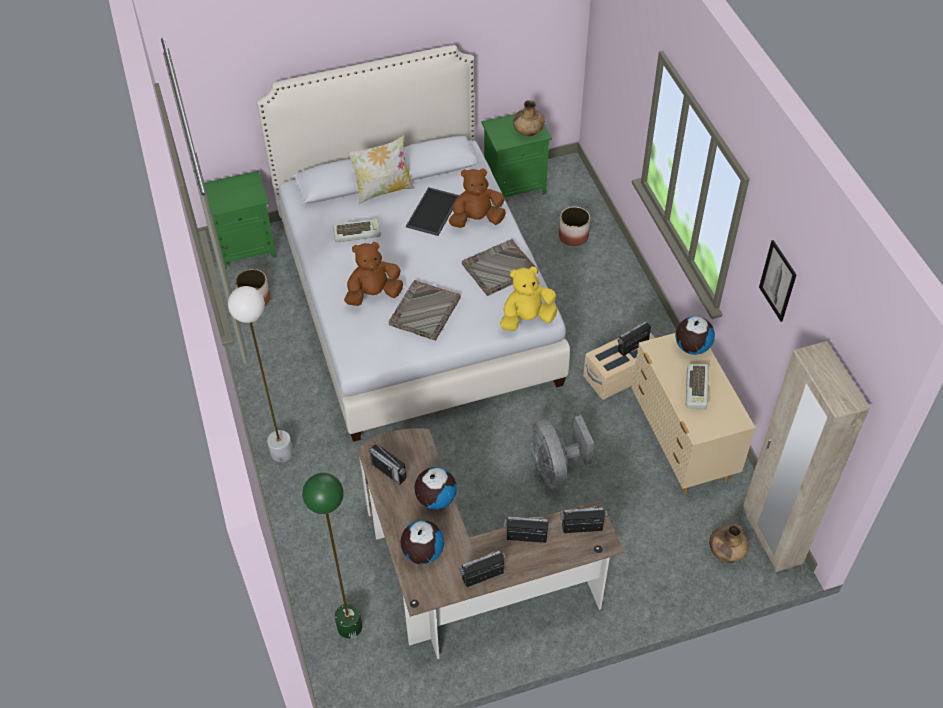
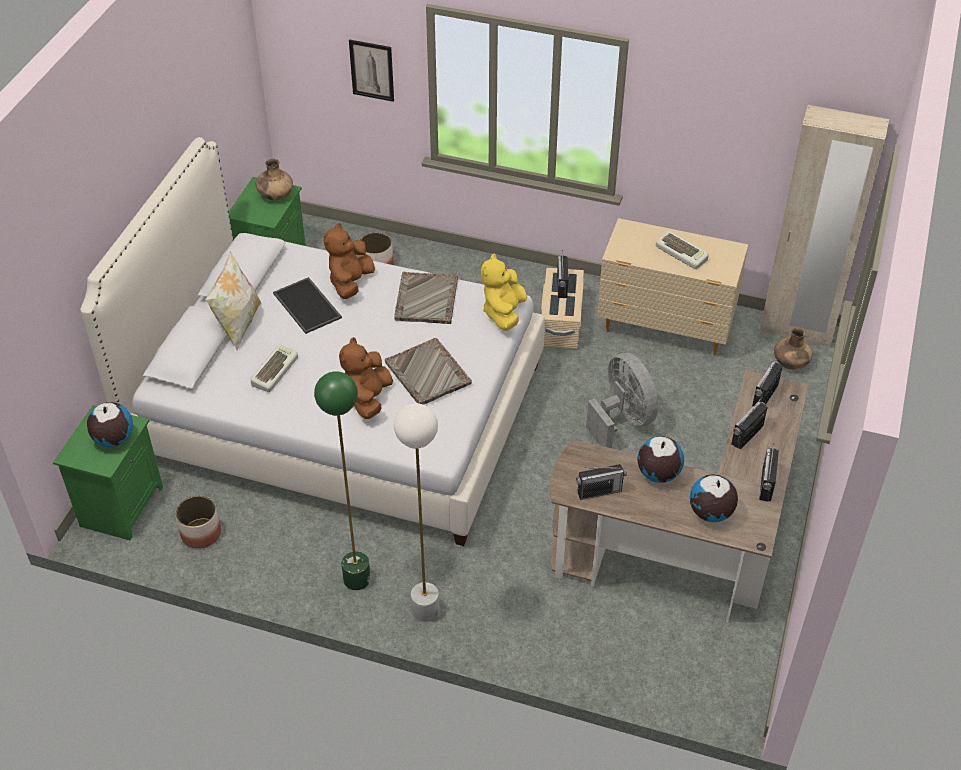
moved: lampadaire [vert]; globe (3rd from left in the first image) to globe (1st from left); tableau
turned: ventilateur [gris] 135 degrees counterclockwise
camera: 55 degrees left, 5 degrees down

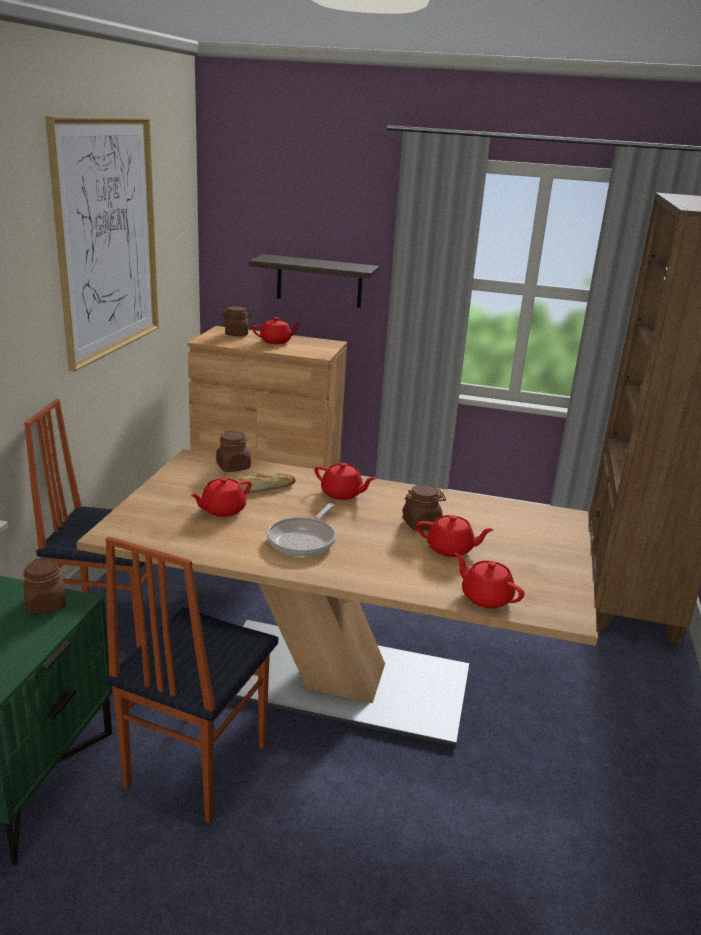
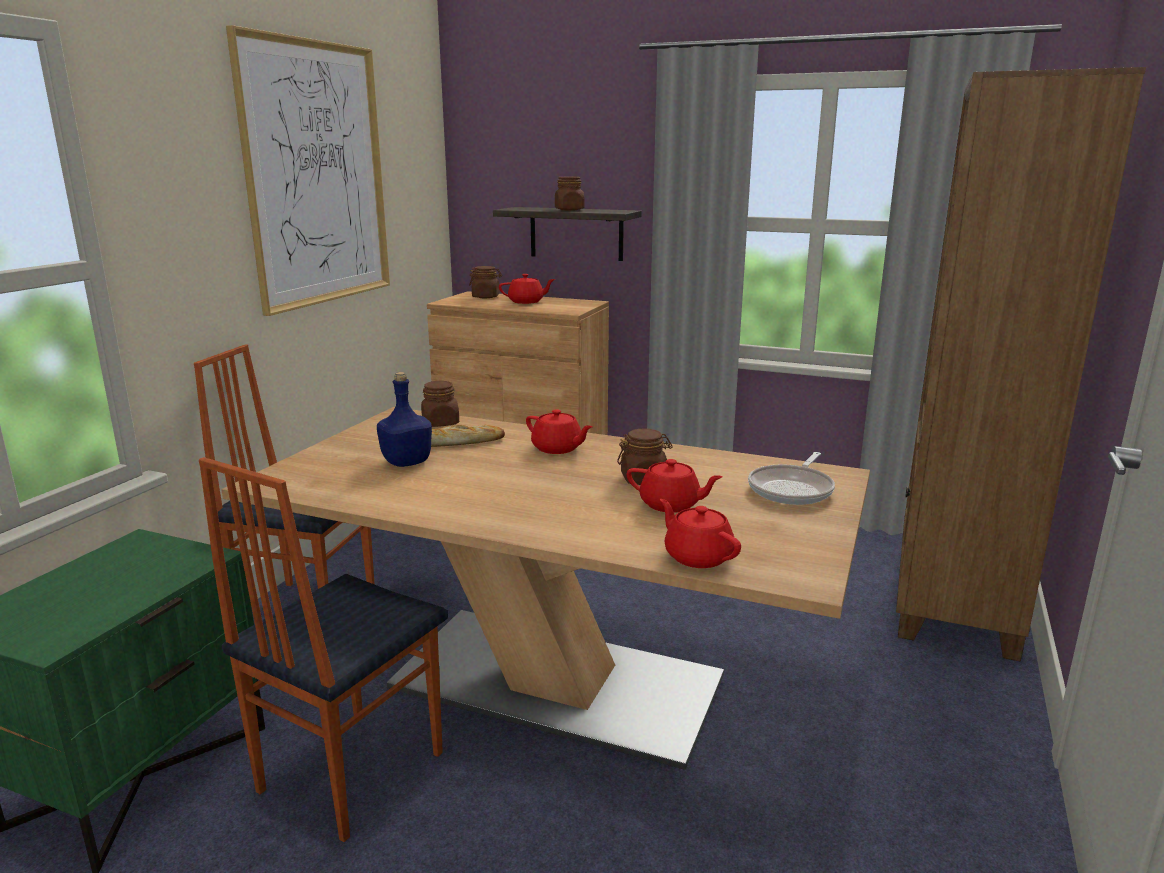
moved: bocal [marron] (1st from left in the first image) to bocal [marron] (3rd from left); poêle
replaced: théière [rouge] (1st from left) to bouteille [bleu]
camera: 10 degrees right, 5 degrees down

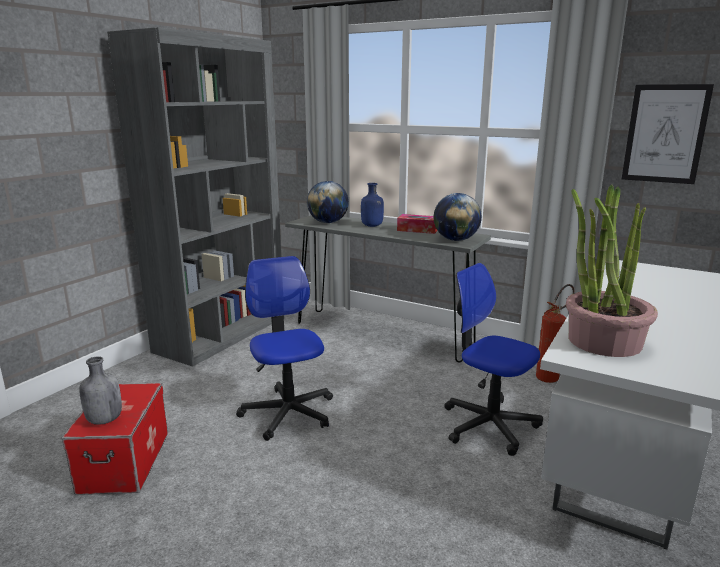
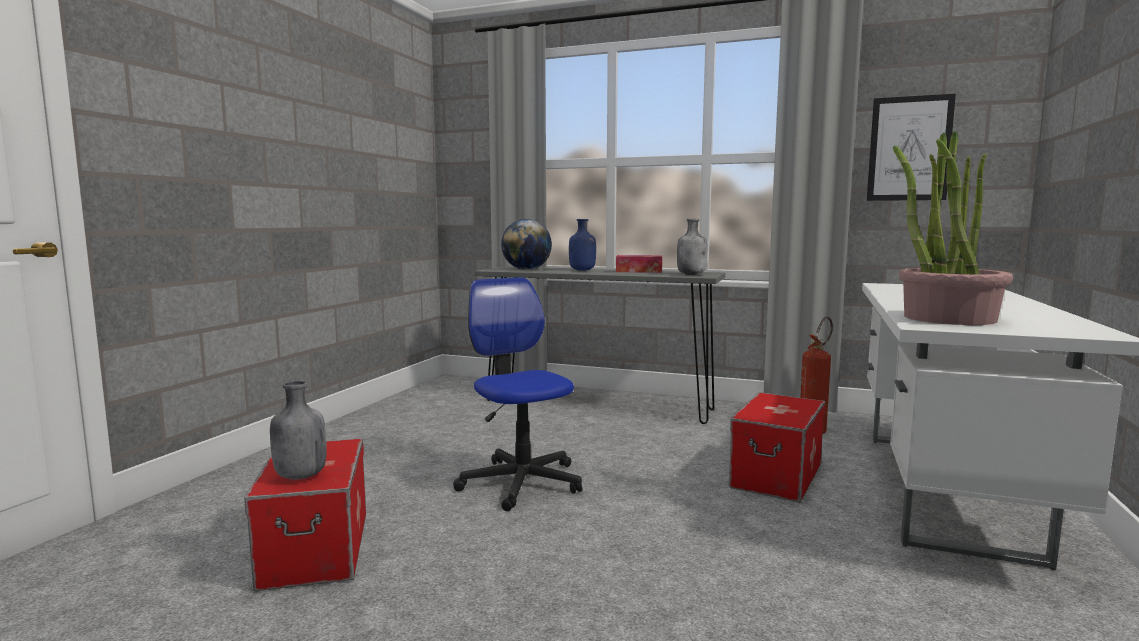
removed: bibliothèque [gris]
replaced: globe (2nd from left) to bouteille [gris] (2nd from left); chaise de bureau (2nd from left) to boîte de rangement (2nd from left)
camera: 10 degrees left, 10 degrees down

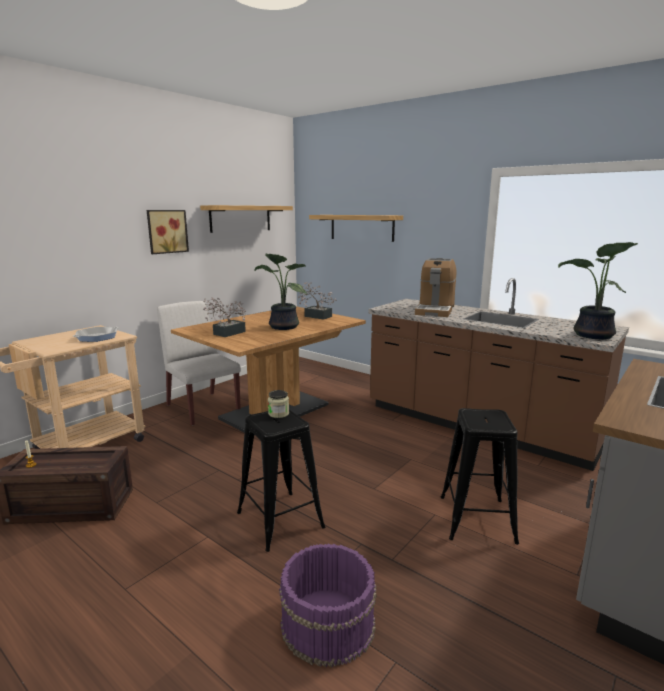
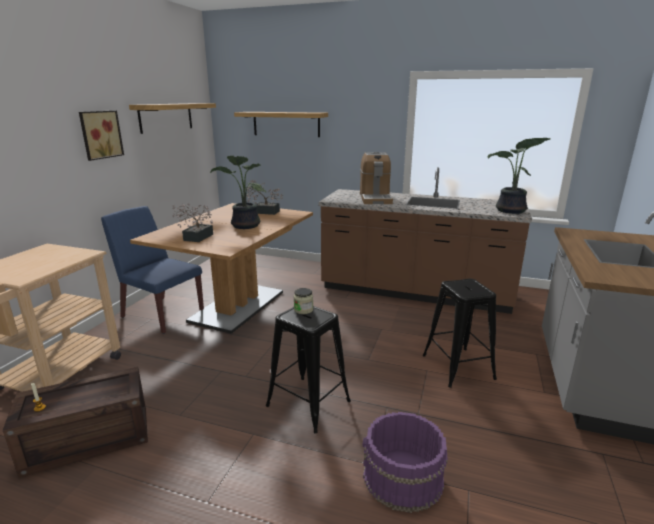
removed: poêle
recoloured: chaise [blanc] to chaise [bleu]
camera: 20 degrees left, 5 degrees up

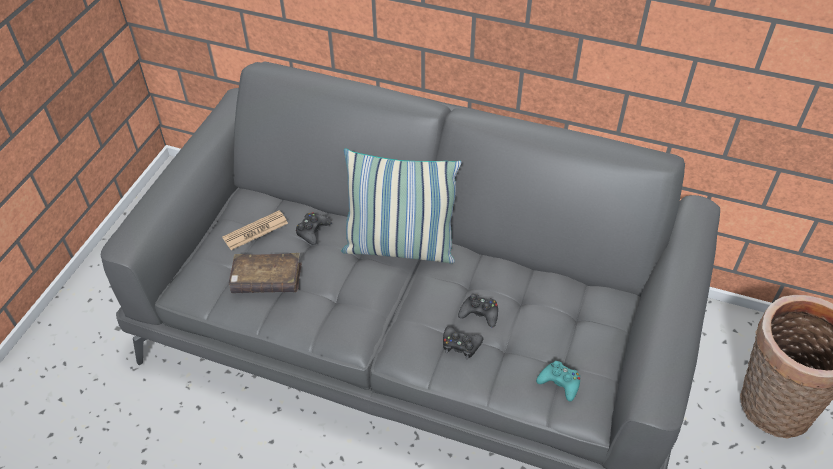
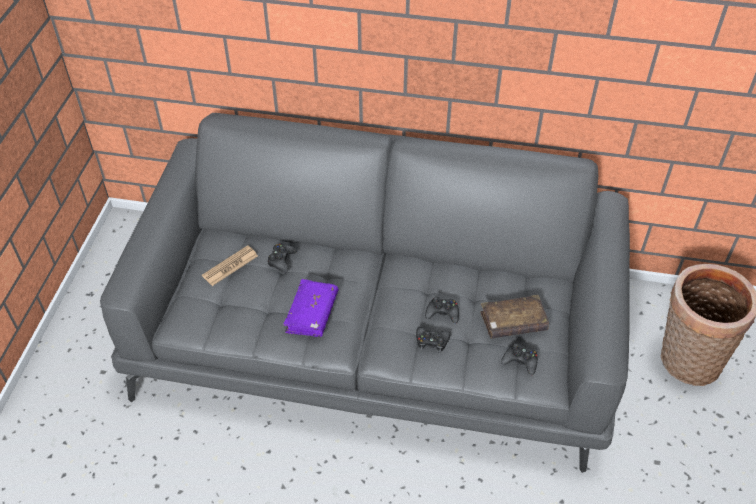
removed: coussin
added: livre [violet]
moved: livre [marron]
recoloured: manette [turquoise] to manette [noir] (4th from left)
camera: 10 degrees left, 0 degrees up

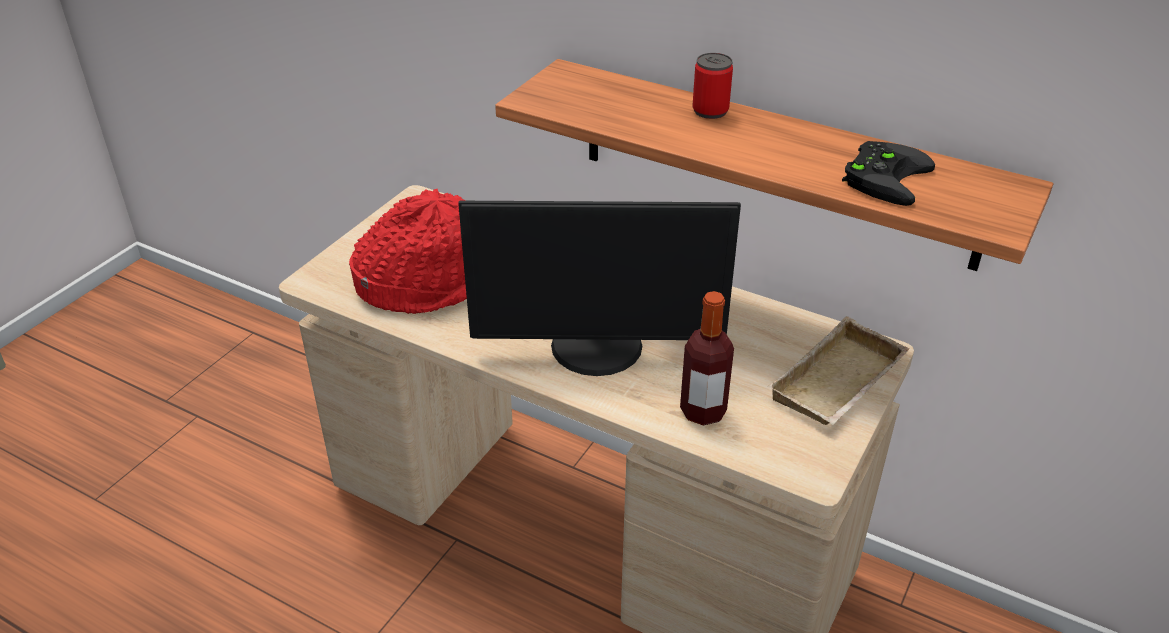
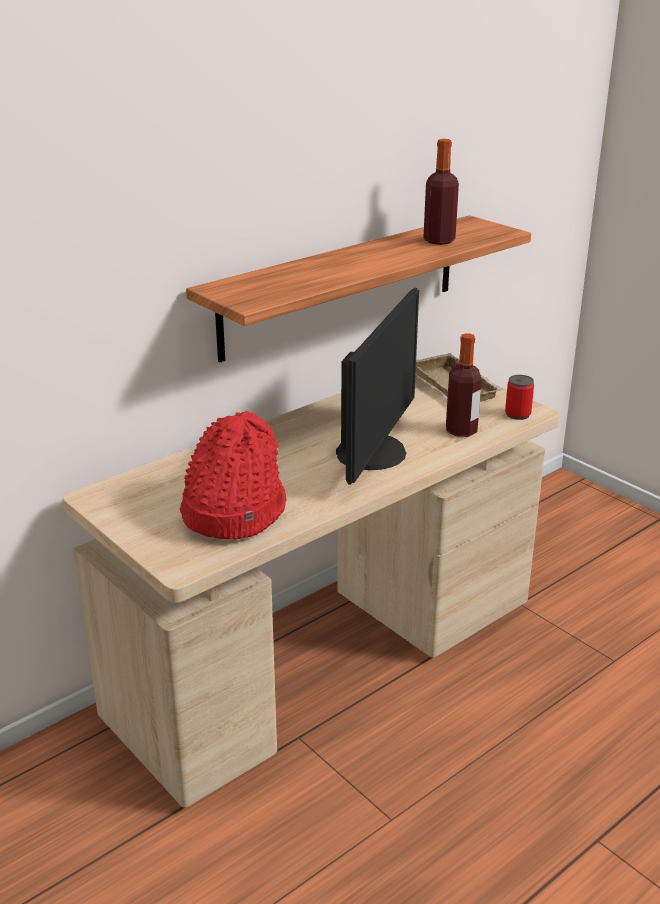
moved: boîte métallique
replaced: manette [noir] to bouteille (1st from left)
camera: 70 degrees left, 10 degrees down

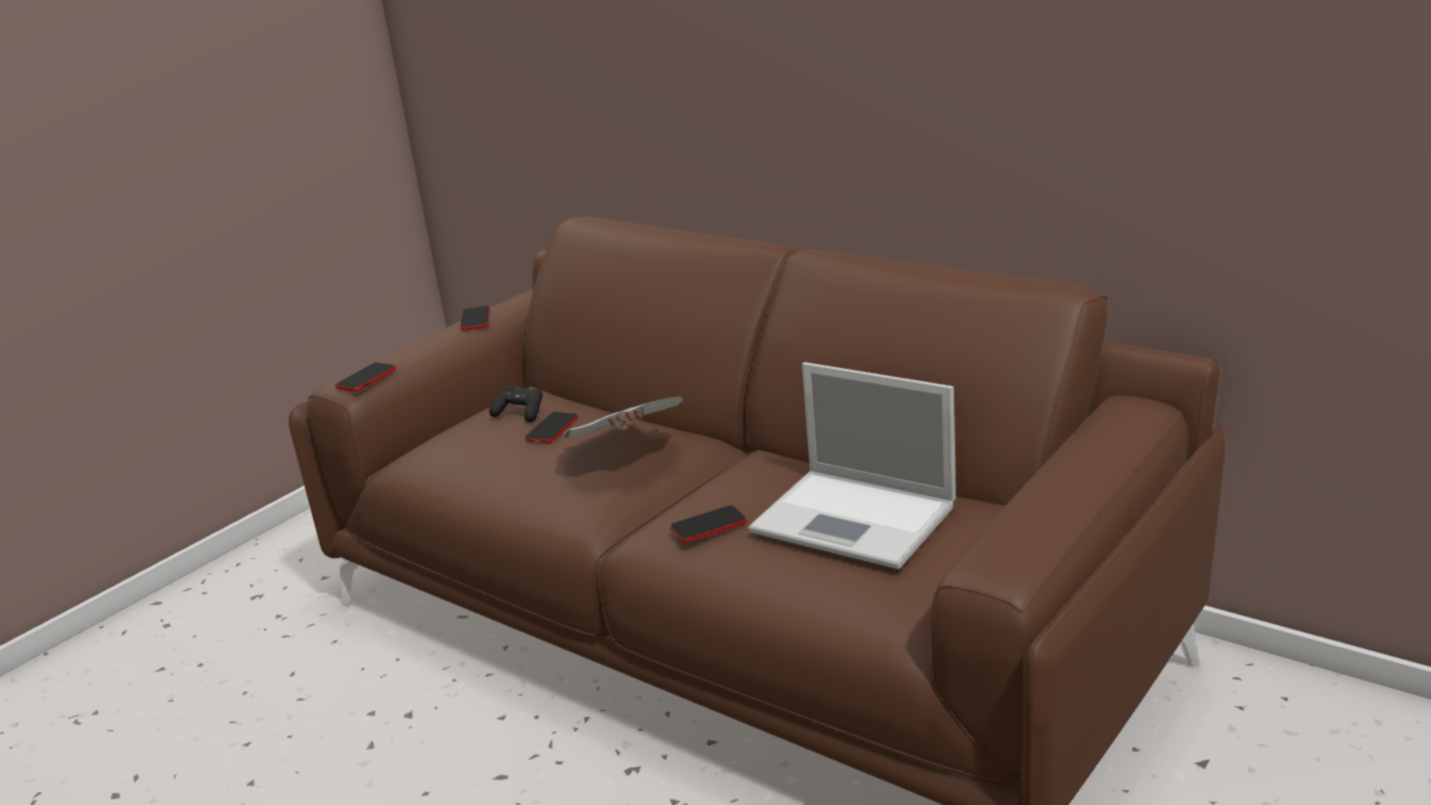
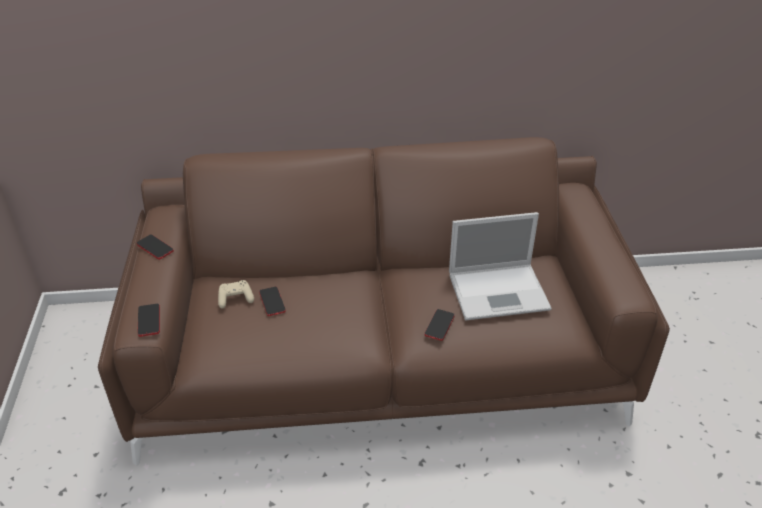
removed: journal
recoloured: manette [noir] to manette [beige]
camera: 45 degrees left, 15 degrees up

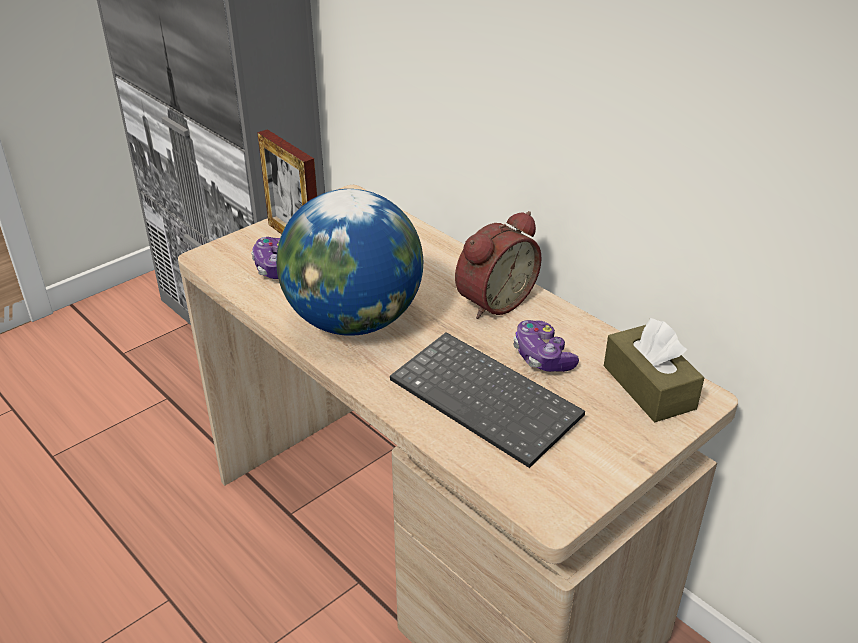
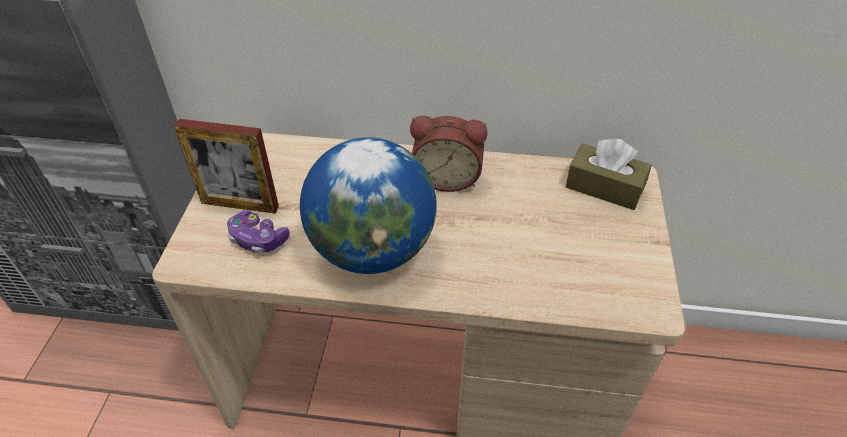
removed: clavier; manette (2nd from left)
turned: réveil 90 degrees clockwise
camera: 40 degrees left, 10 degrees up

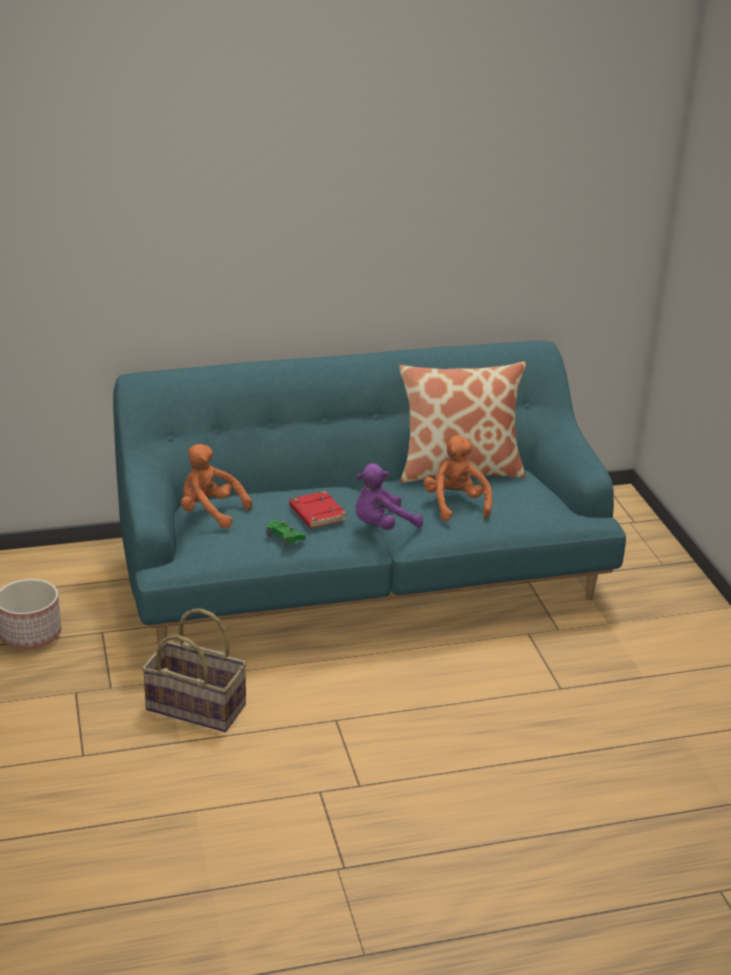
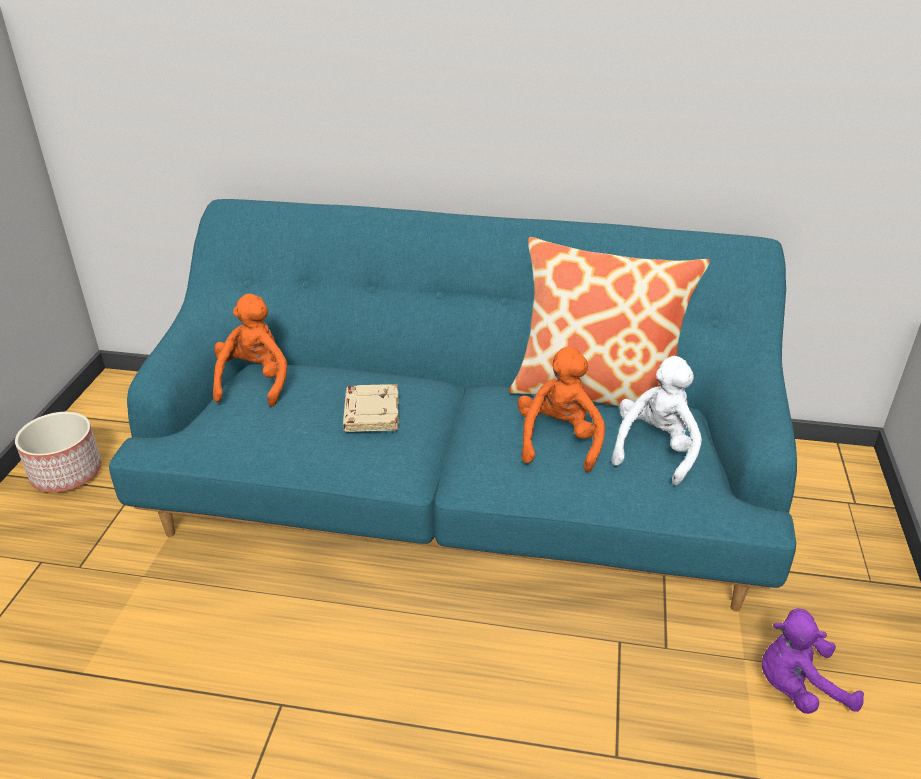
removed: panier; manette [vert]
added: peluche [blanc]
moved: peluche [violet]
recoloured: livre [rouge] to livre [beige]
turned: peluche [orange] (1st from left) 45 degrees clockwise
camera: 25 degrees right, 5 degrees up

